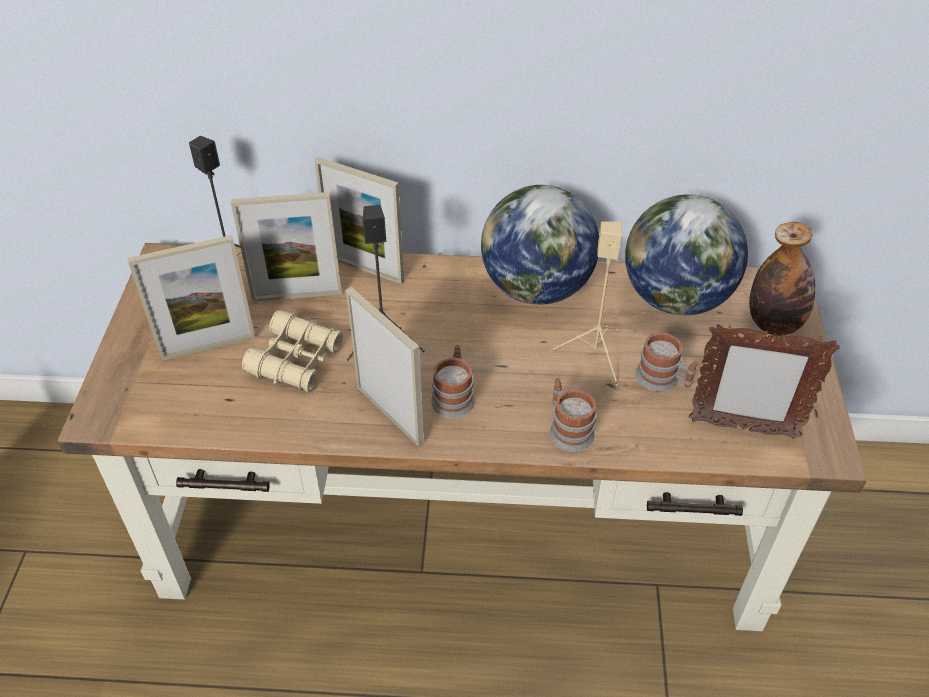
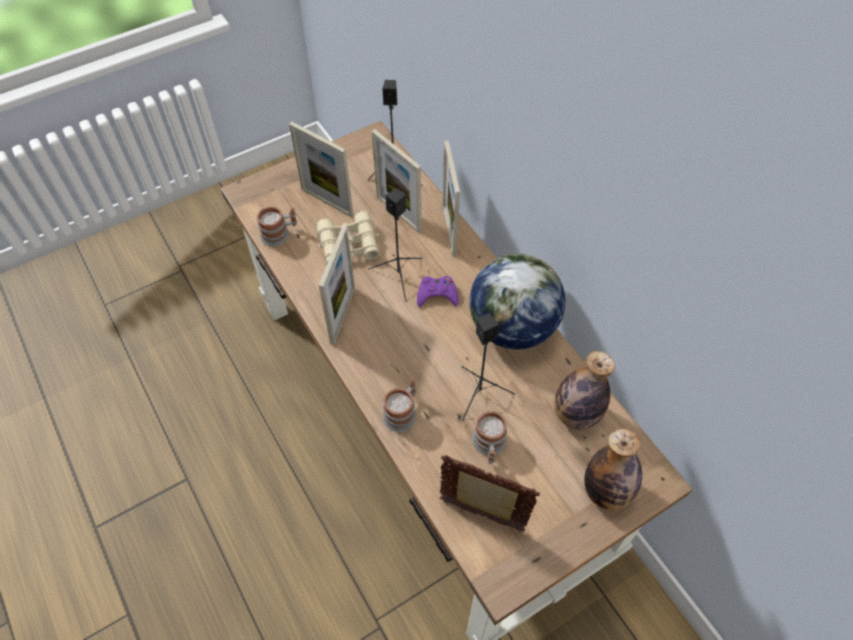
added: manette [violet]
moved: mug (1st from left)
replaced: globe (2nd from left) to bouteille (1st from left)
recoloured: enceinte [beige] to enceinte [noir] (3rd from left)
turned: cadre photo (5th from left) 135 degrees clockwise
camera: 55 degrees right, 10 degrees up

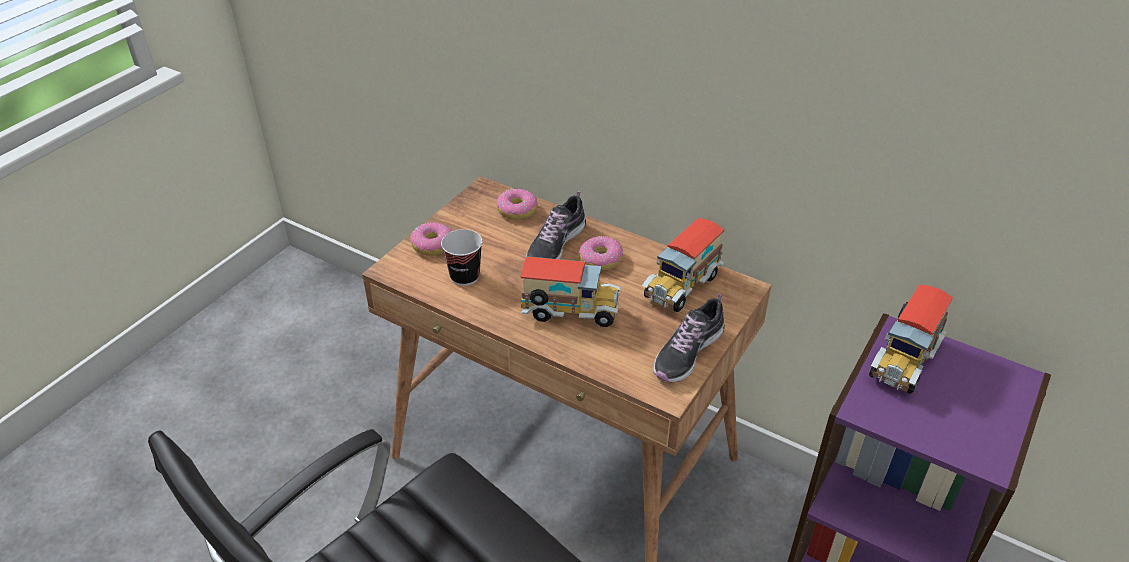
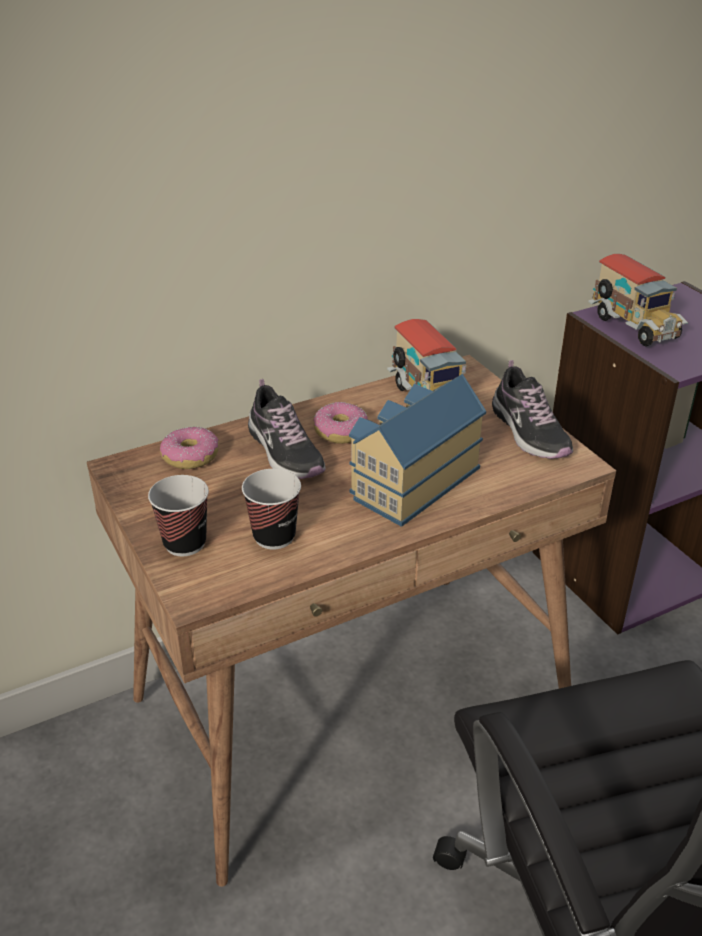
replaced: beignet (1st from left) to tasse (1st from left); camion jouet (1st from left) to maison miniature
camera: 60 degrees left, 5 degrees down

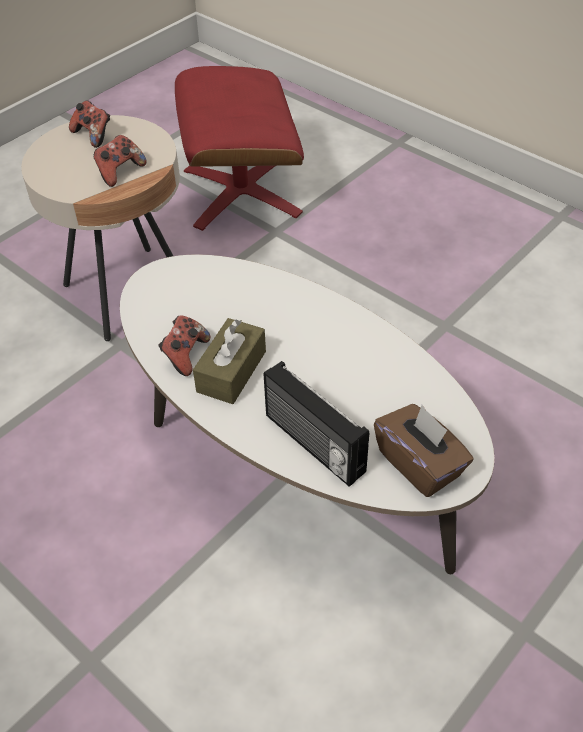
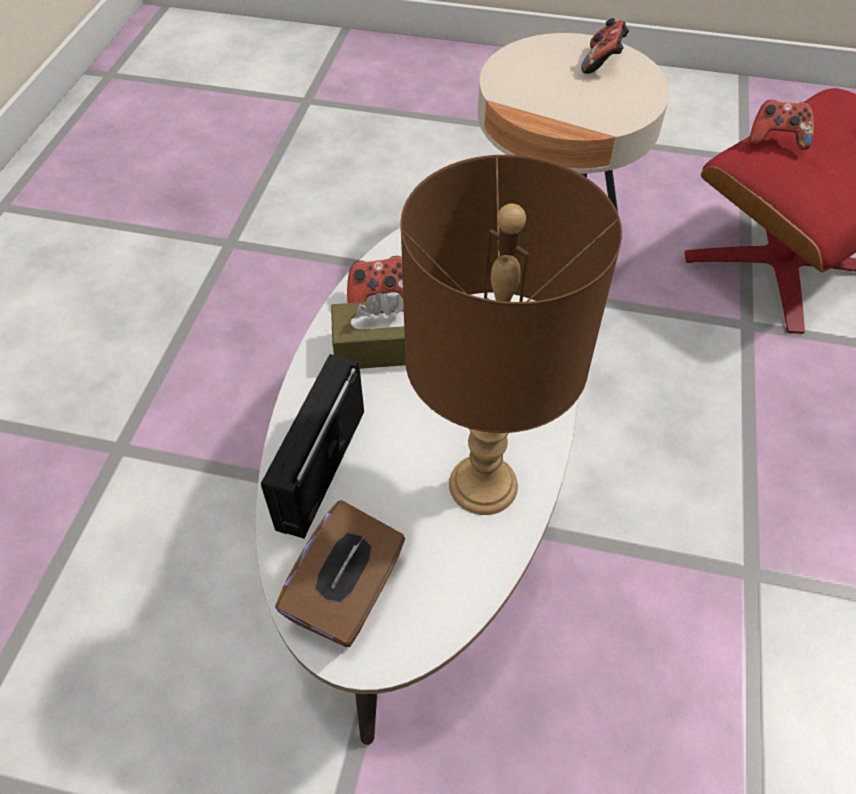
added: lampe de table [marron]
moved: manette (2nd from left in the first image) to manette (3rd from left)
camera: 60 degrees right, 5 degrees up

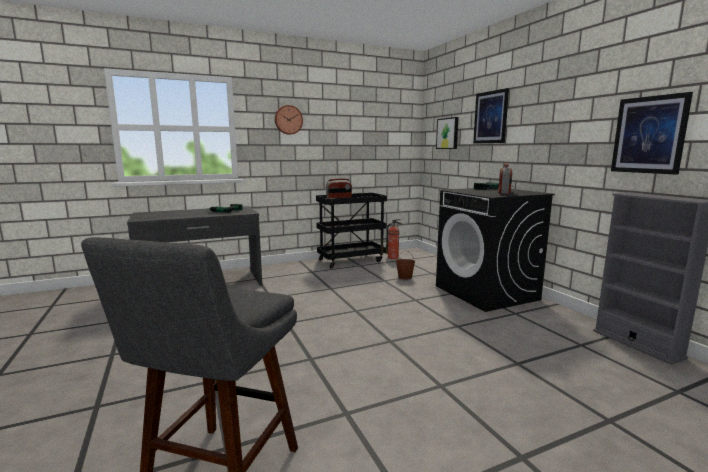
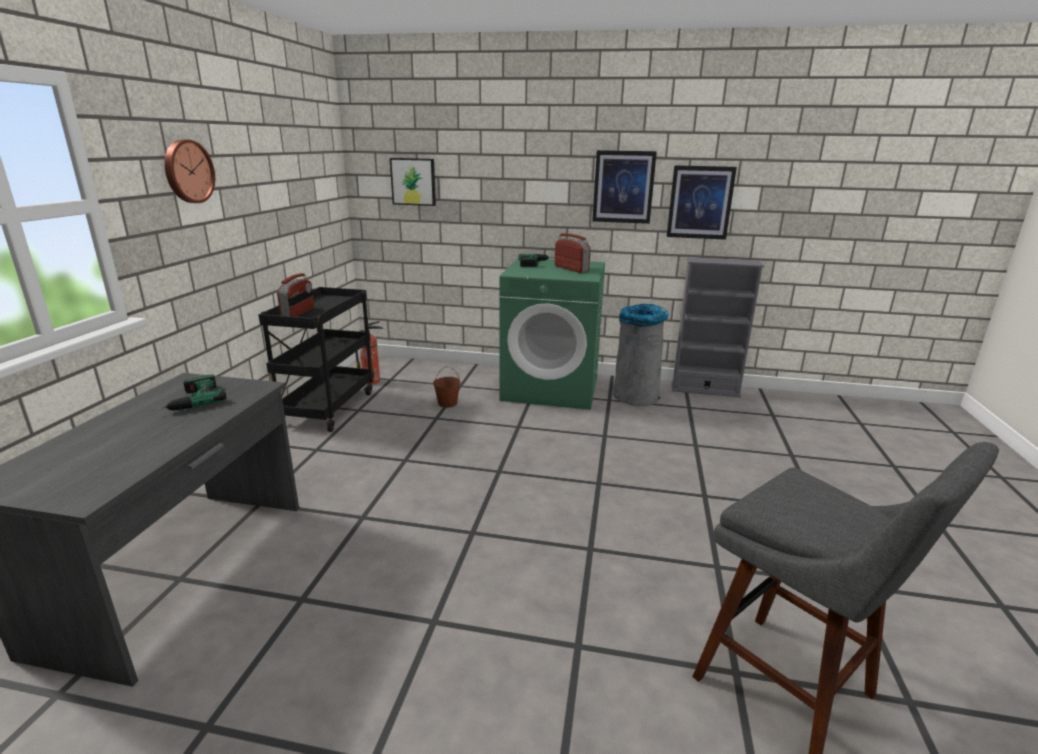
added: poubelle [gris]
moved: tableau (2nd from left)
recoloured: lave-linge [noir] to lave-linge [vert]
camera: 55 degrees left, 10 degrees up

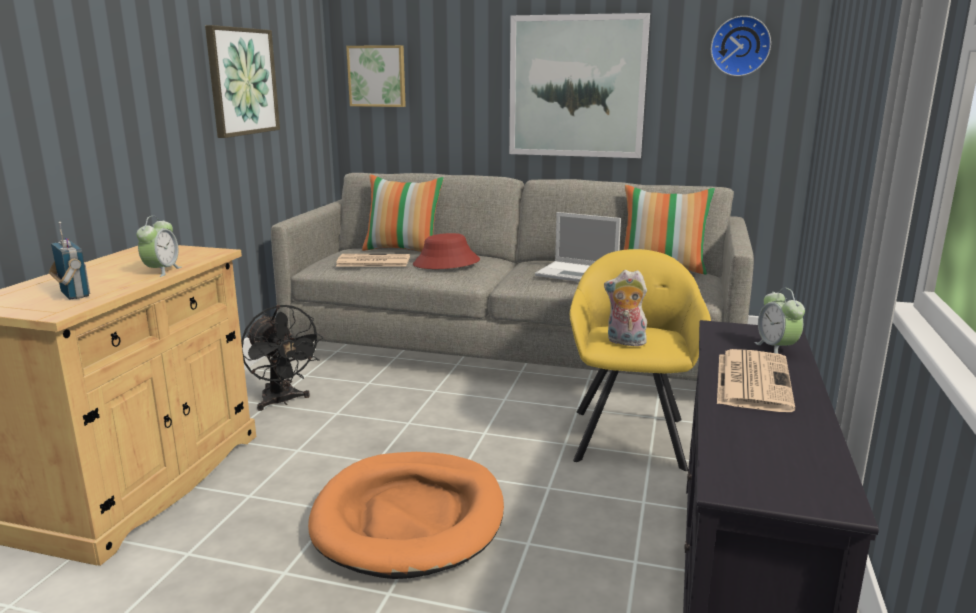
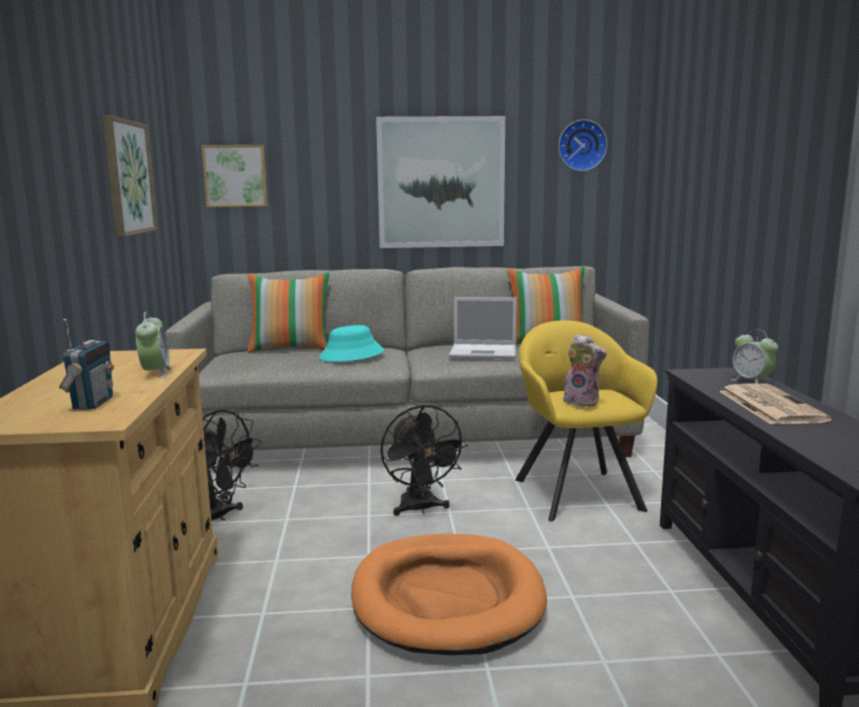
removed: journal (1st from left)
added: ventilateur [noir] (2nd from left)
recoloured: chapeau [rouge] to chapeau [turquoise]
turned: radio 60 degrees clockwise; peluche 150 degrees counterclockwise
camera: 20 degrees left, 5 degrees down

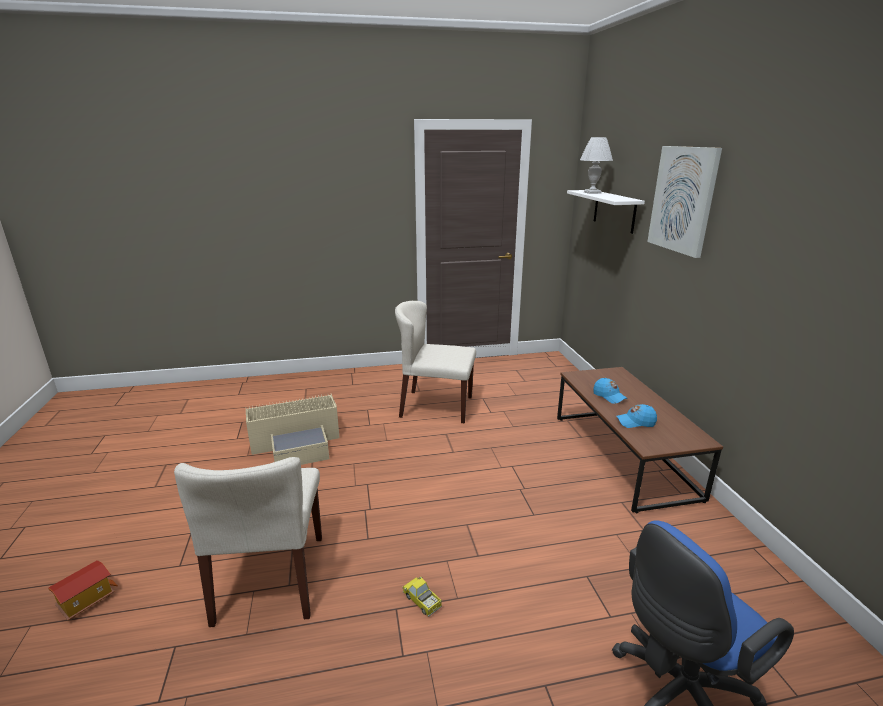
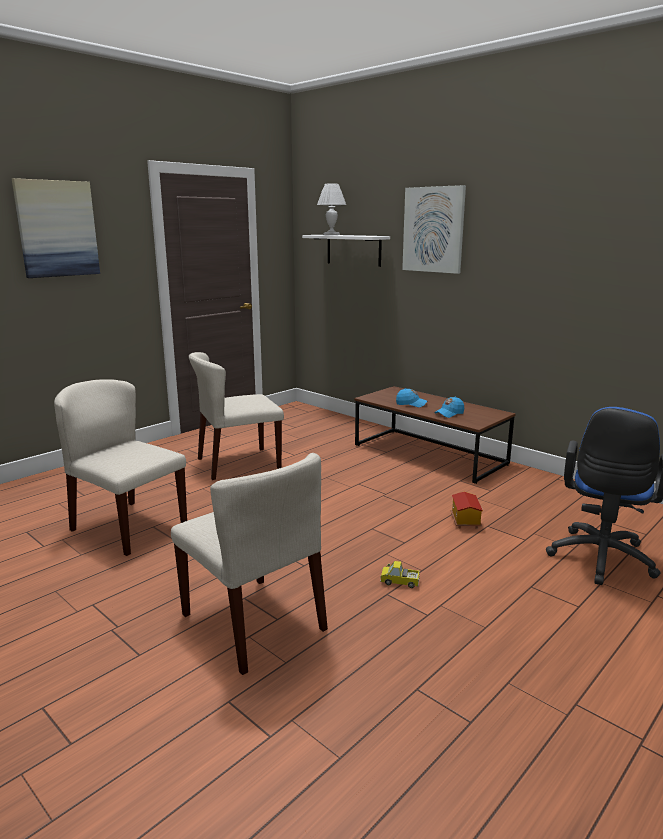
added: tableau (1st from left)
moved: maison miniature
replaced: boîte de rangement [beige] to chaise [beige] (1st from left)
camera: 35 degrees left, 5 degrees down

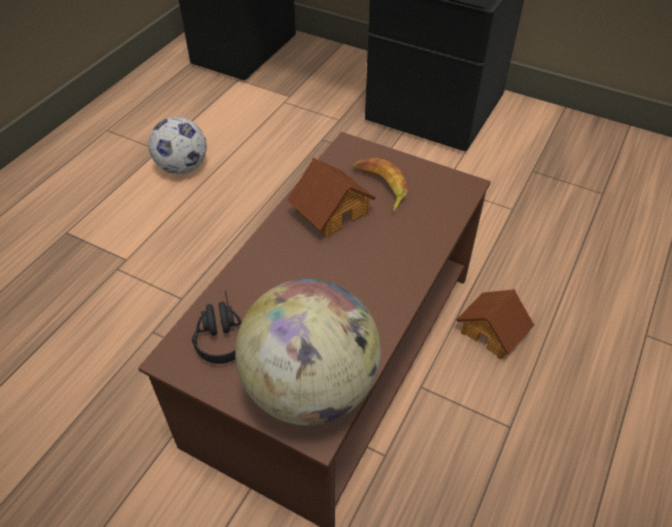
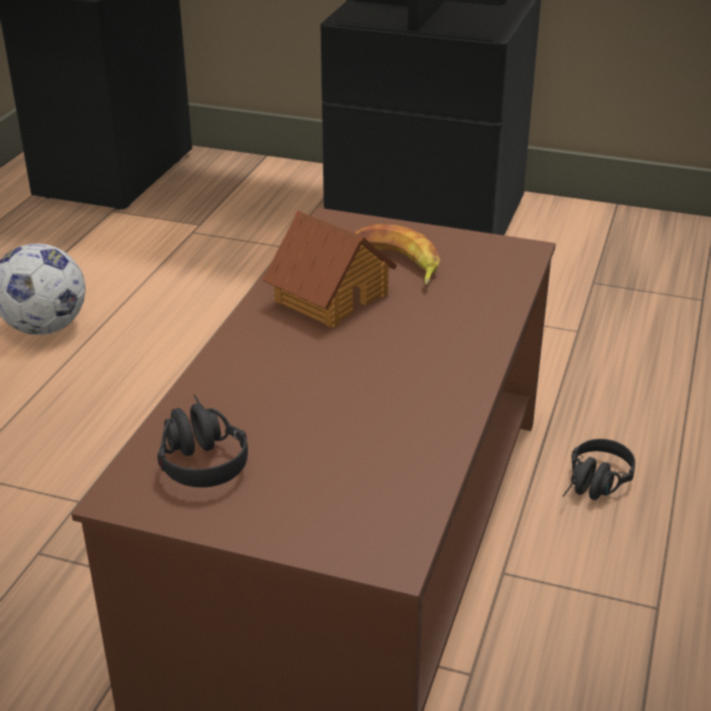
removed: globe
replaced: maison miniature (2nd from left) to casque audio [noir] (2nd from left)
camera: 10 degrees left, 15 degrees down

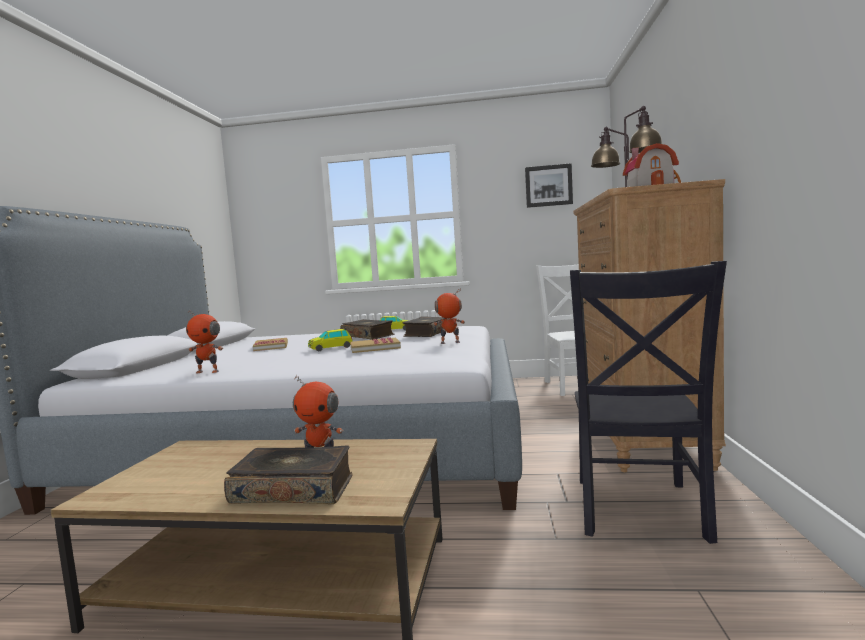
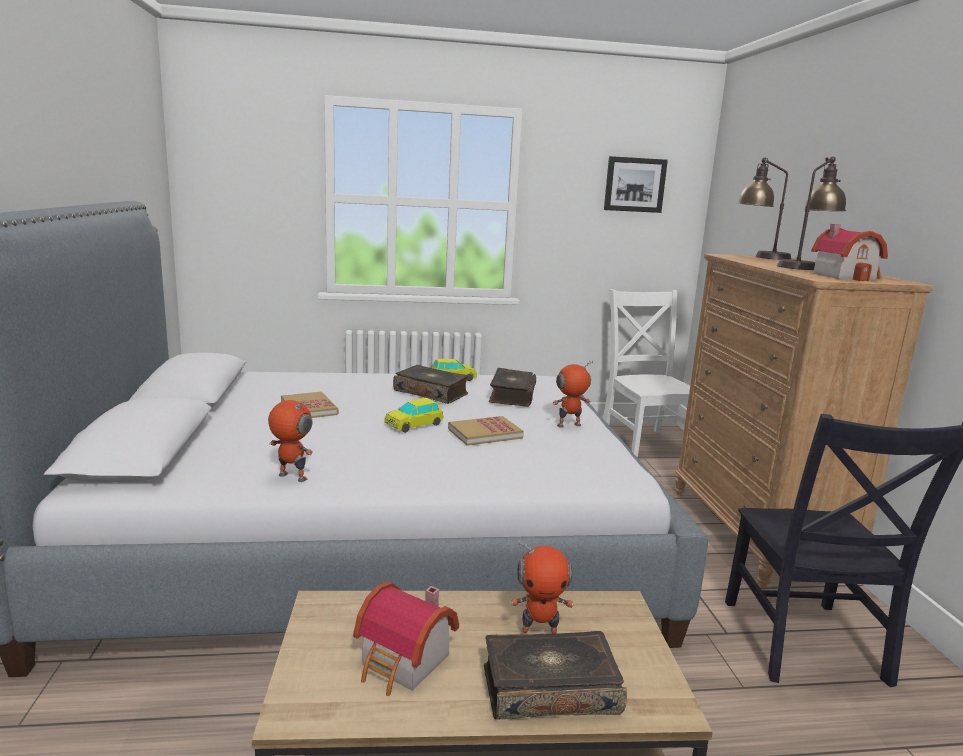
added: maison miniature (1st from left)
turned: robot jouet (1st from left) 150 degrees counterclockwise
camera: 15 degrees left, 10 degrees up

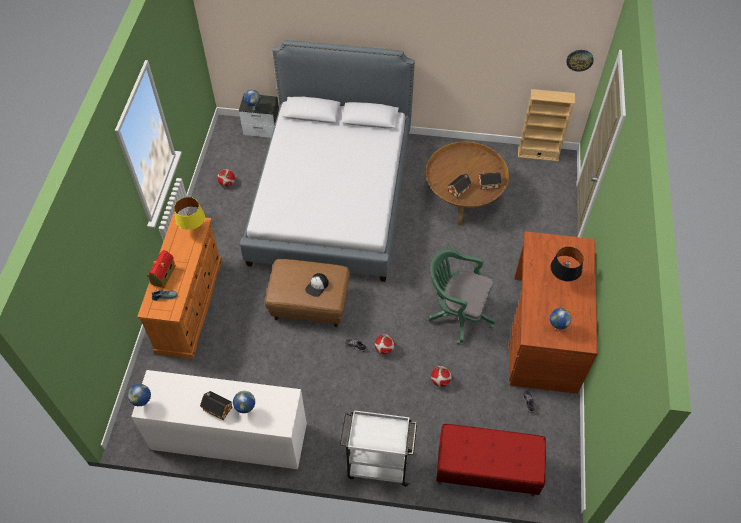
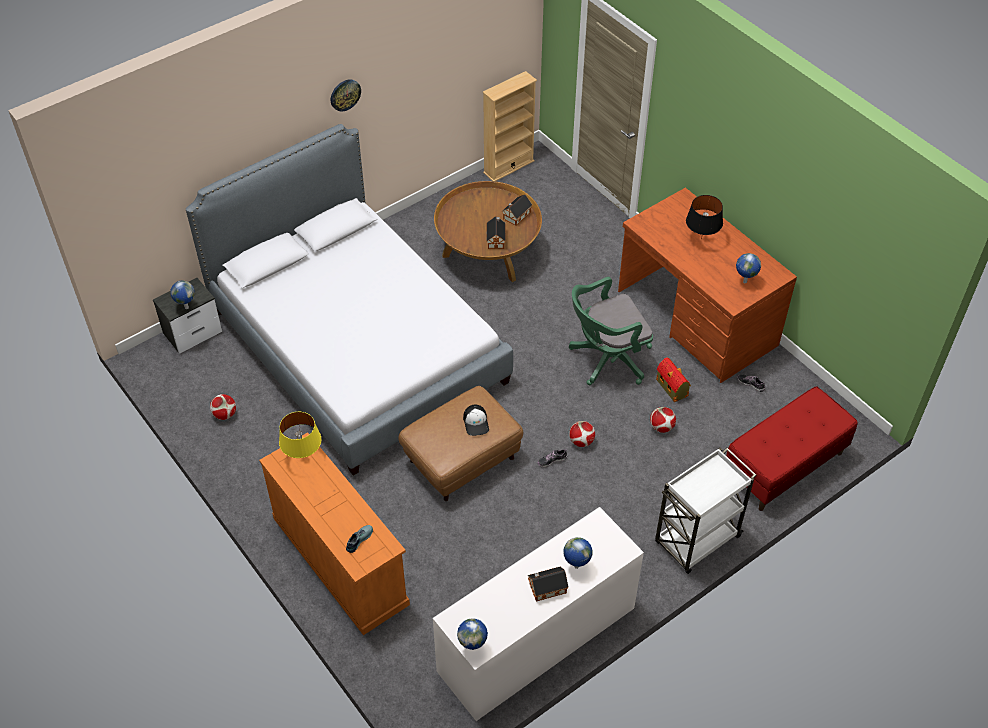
moved: maison miniature (1st from left in the first image) to maison miniature (4th from left); horloge murale
camera: 45 degrees left, 5 degrees down

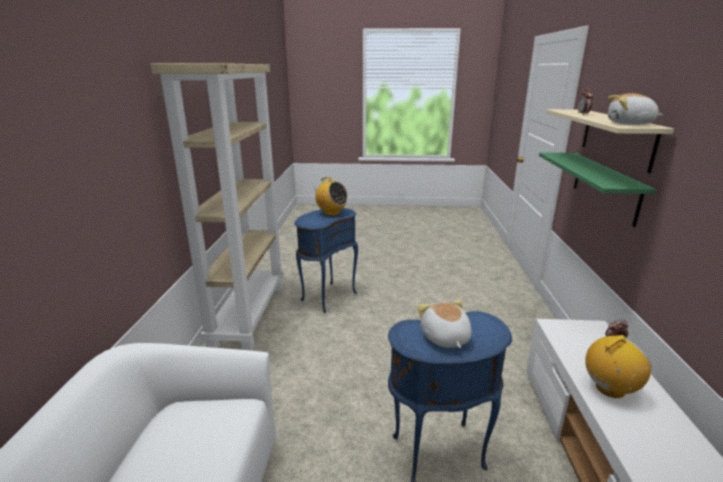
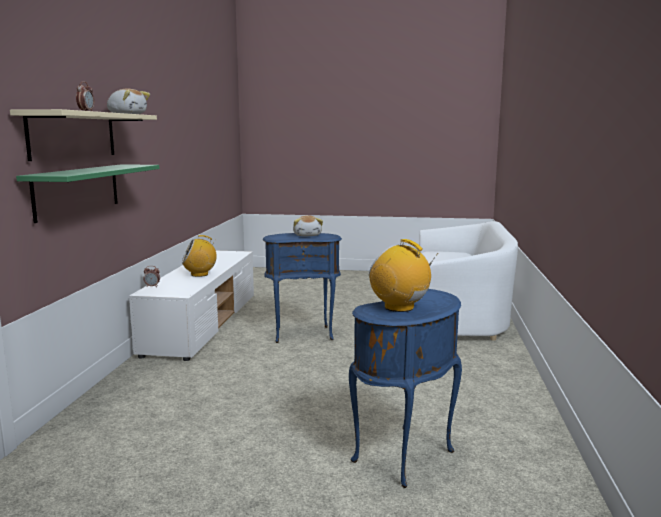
removed: bibliothèque [beige]
camera: 175 degrees left, 10 degrees down

